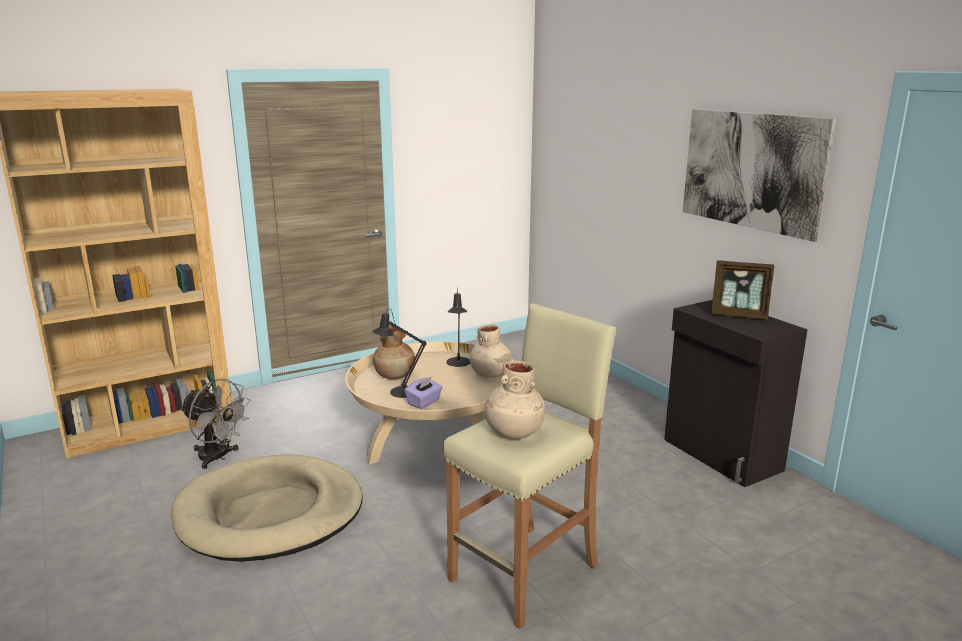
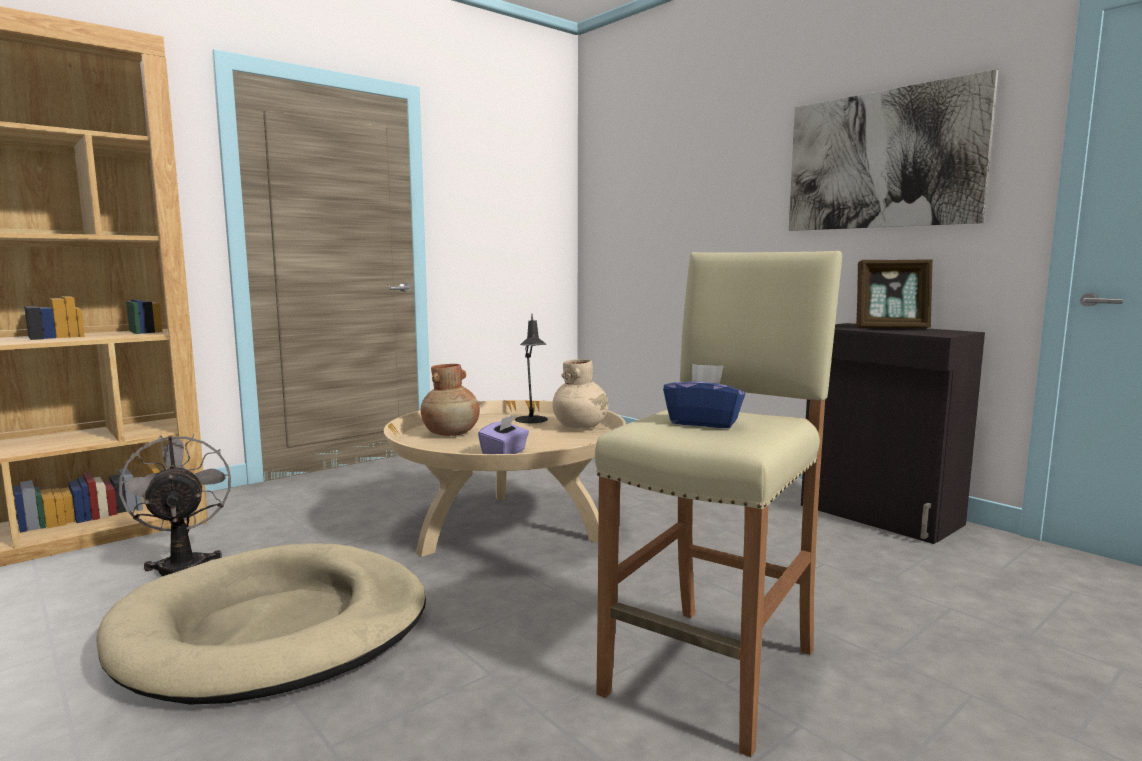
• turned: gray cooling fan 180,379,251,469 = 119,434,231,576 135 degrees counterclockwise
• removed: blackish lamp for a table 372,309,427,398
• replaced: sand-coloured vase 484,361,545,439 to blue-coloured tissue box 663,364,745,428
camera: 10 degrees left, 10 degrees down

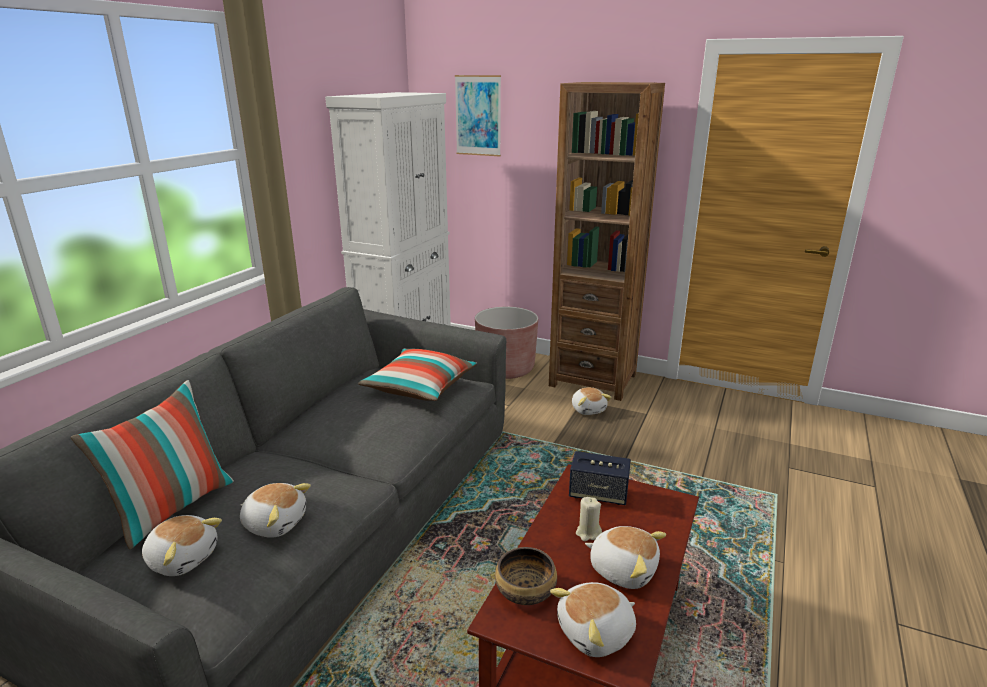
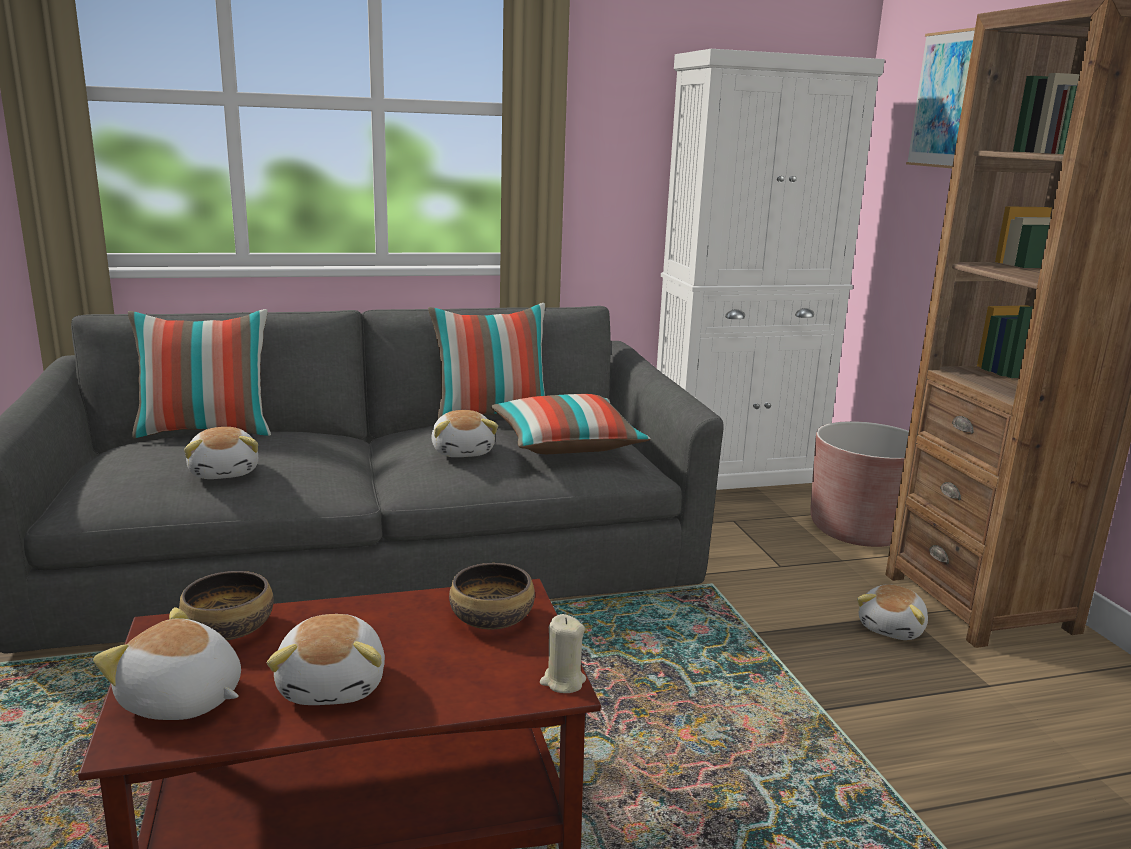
• moved: cuddly toy 142,515,222,576 to 431,410,498,457
• replaced: speaker 569,451,631,505 to bowl 449,563,535,629
• moved: sand-coloured wax candle 576,497,602,541 to 540,614,586,693
• added: cushion 428,303,545,419
camera: 50 degrees right, 5 degrees down

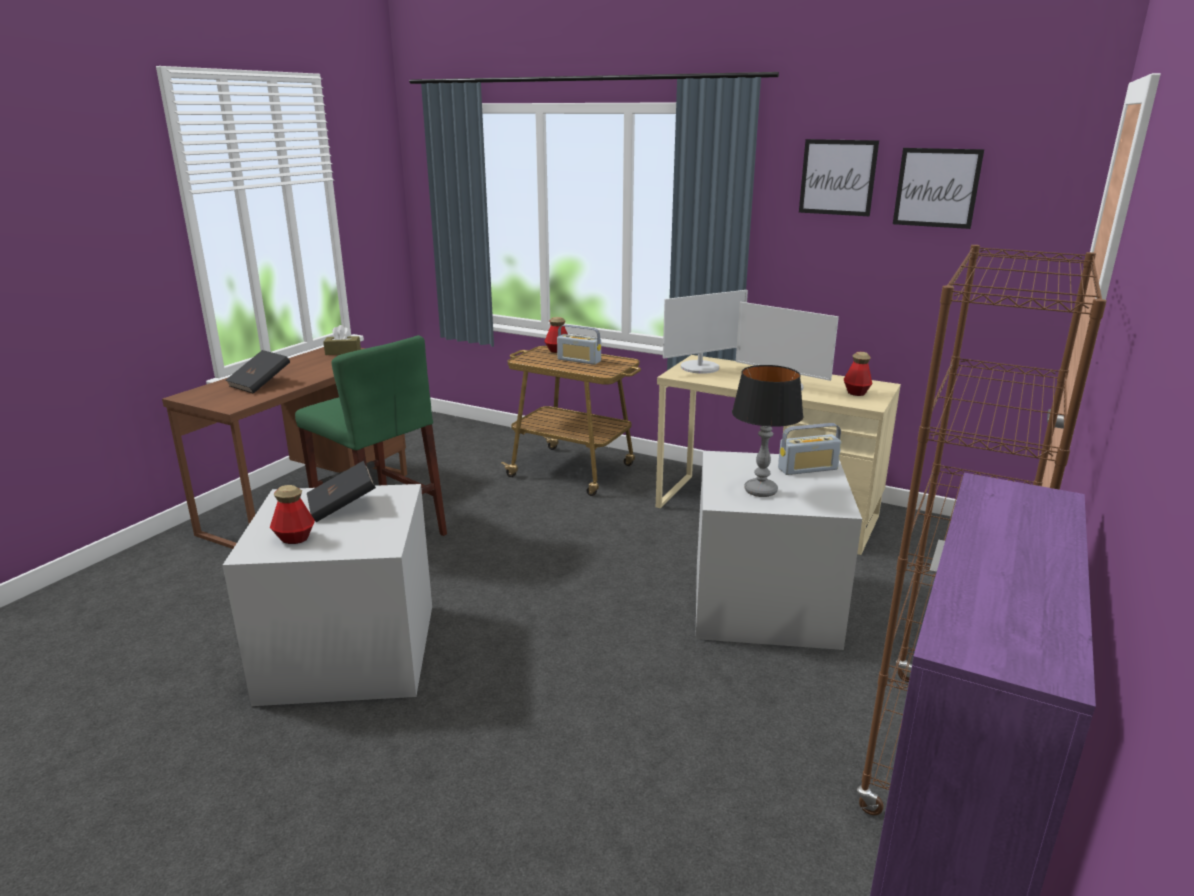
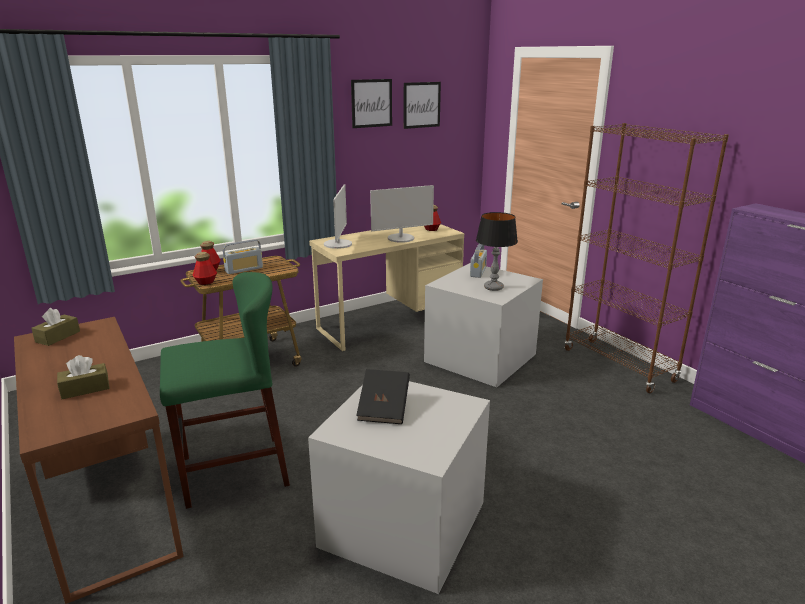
• replaced: blackish volume 225,350,290,394 to brown tissue box 57,355,110,399
• moved: bottle 270,485,315,544 to 192,252,217,285
camera: 60 degrees left, 0 degrees up

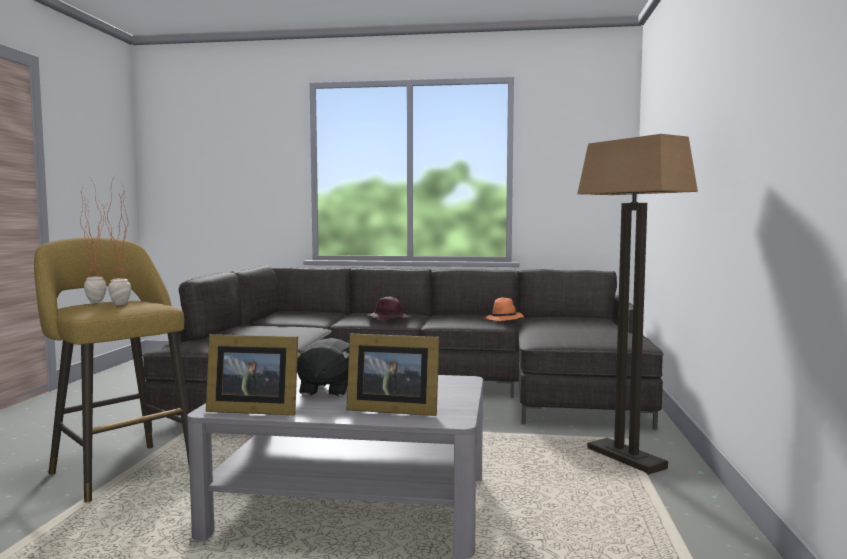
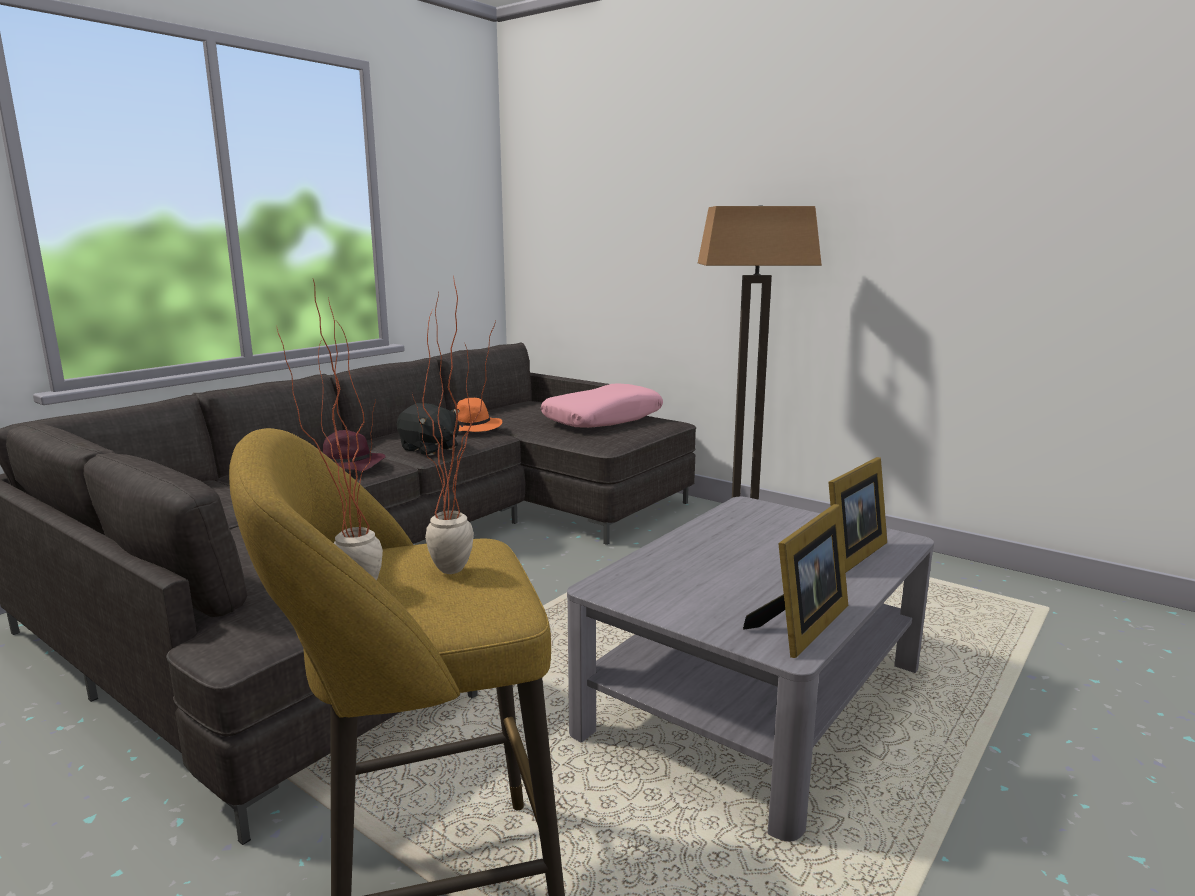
• moved: blackish cuddly toy 297,338,349,397 to 397,403,460,455
• added: pink cushion 541,383,663,428
camera: 60 degrees left, 10 degrees up

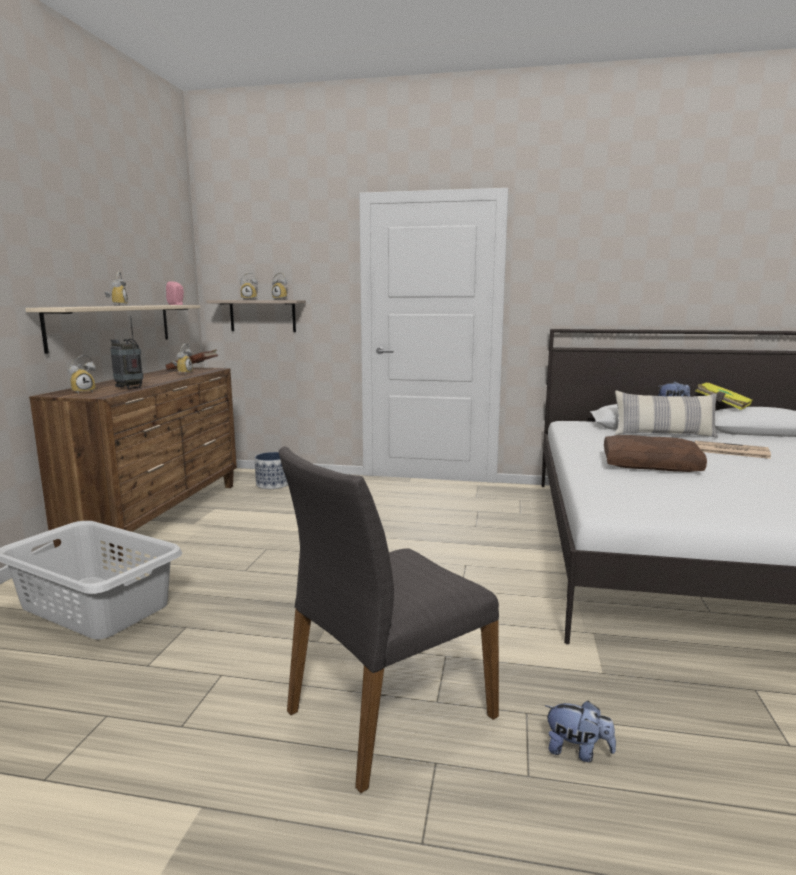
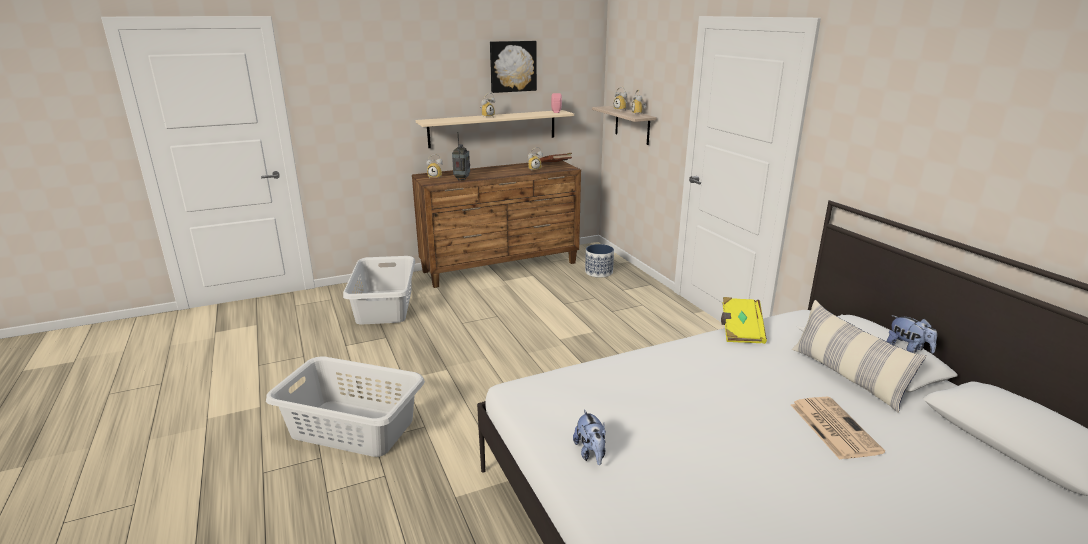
• replaced: gray chair 279,446,499,793 to gray hamper 266,356,425,457
• moved: cuddly toy 545,701,616,762 to 573,409,606,465
• removed: brown cushion 604,435,707,472
• moved: yellowish volume 696,382,752,410 to 721,297,767,344
• added: wall picture 490,41,537,93
camera: 55 degrees right, 10 degrees up

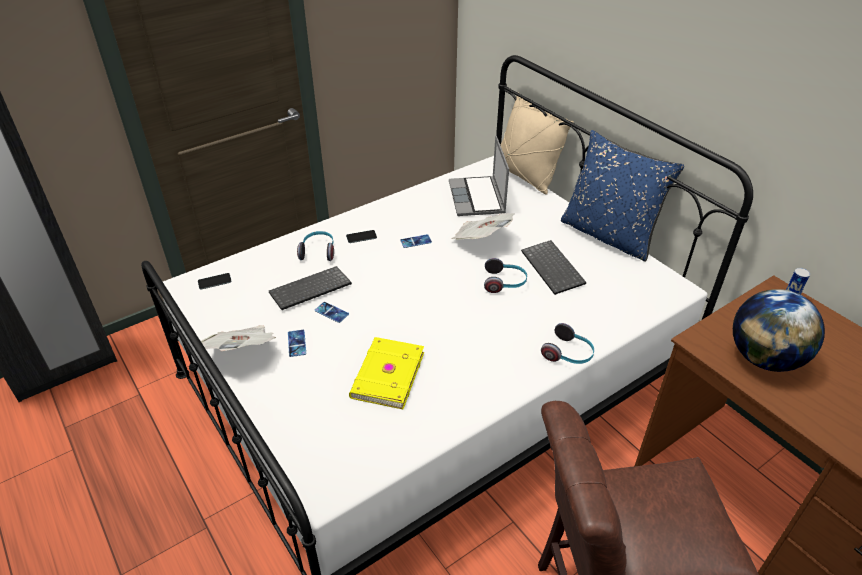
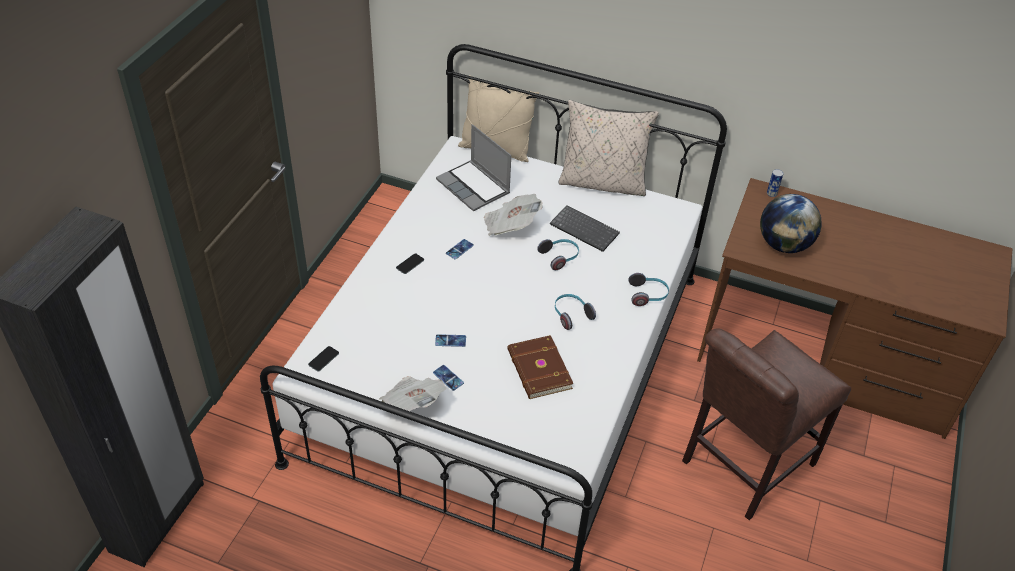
• removed: PC keyboard 269,266,352,310
• moved: headphones 297,231,334,261 to 555,294,596,330
• recoloured: yellowish volume 349,337,424,409 to brown volume 507,335,574,399
• recoloured: blue-coloured cushion 561,130,684,262 to sand-coloured cushion 559,100,659,196
camera: 35 degrees left, 5 degrees up

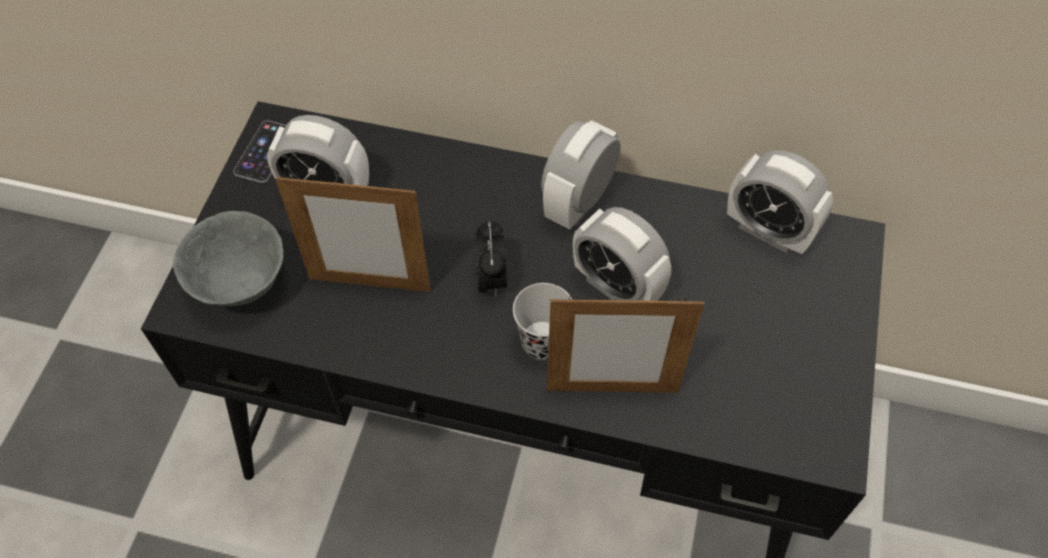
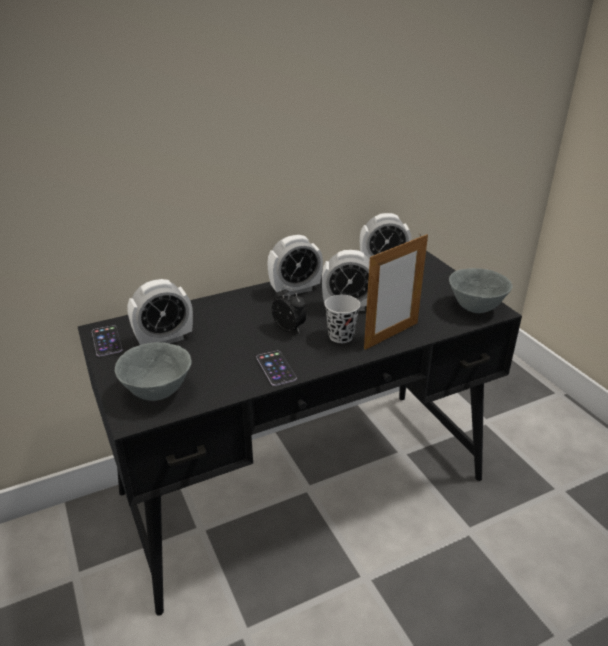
• removed: photo frame 275,174,431,292
• turned: table clock 541,120,621,230 = 267,235,323,296 105 degrees counterclockwise
• added: handset 256,351,297,386
• added: gray bowl 449,268,513,313
camera: 40 degrees left, 25 degrees down

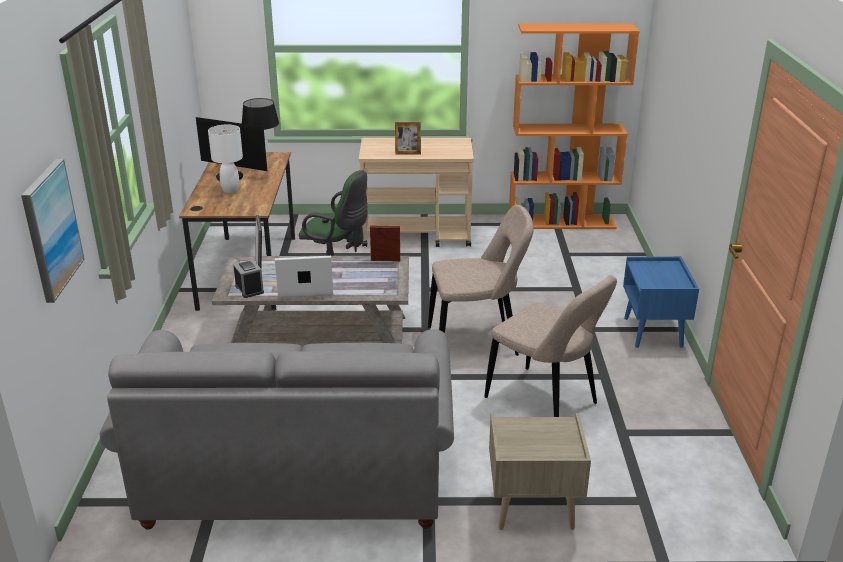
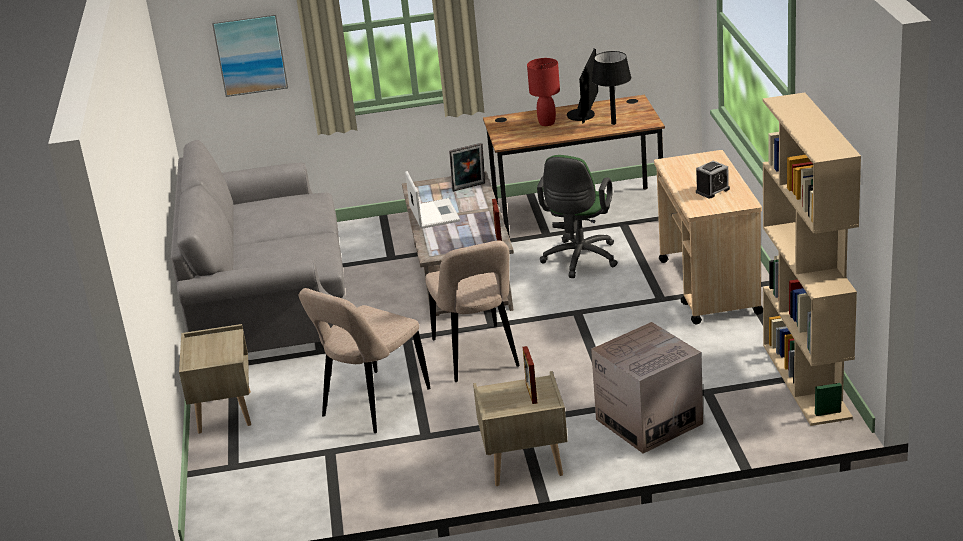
• recoloured: white-coloured lamp for a table 208,124,243,193 to red lamp for a table 527,58,560,126
• moved: table clock 233,260,264,298 to 696,160,730,199
• moved: photo frame 395,122,421,155 to 523,346,537,404
• recoloured: orange-coloured bookshelf 509,23,640,229 to sand-coloured bookshelf 763,93,861,426
• recoloured: blue-coloured bedside table 623,256,699,348 to sand-coloured bedside table 473,371,568,486
• added: cardboard box 591,322,703,454
camera: 85 degrees right, 0 degrees up

